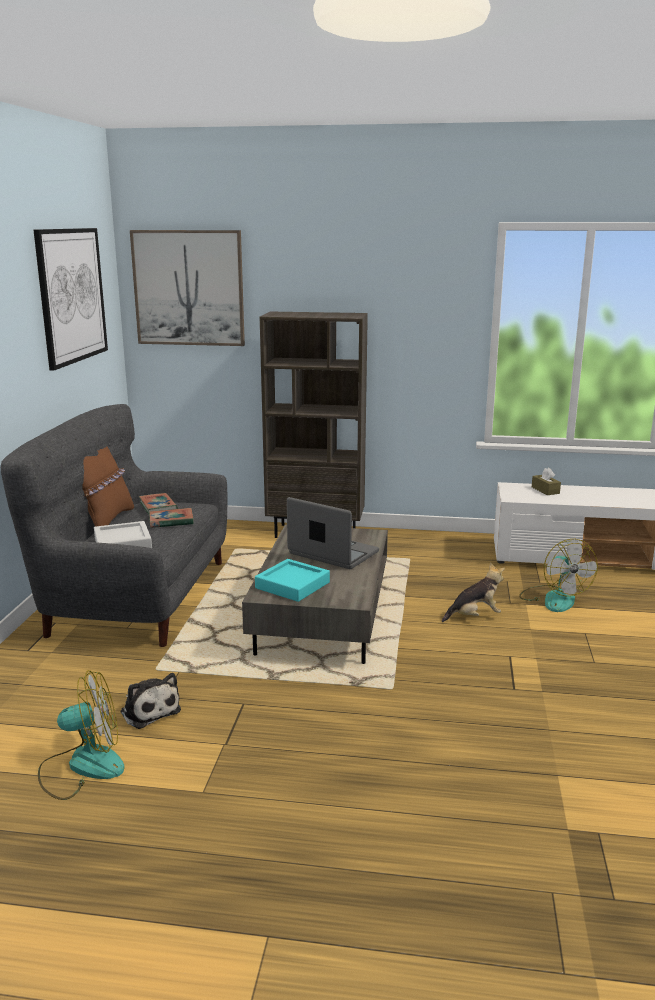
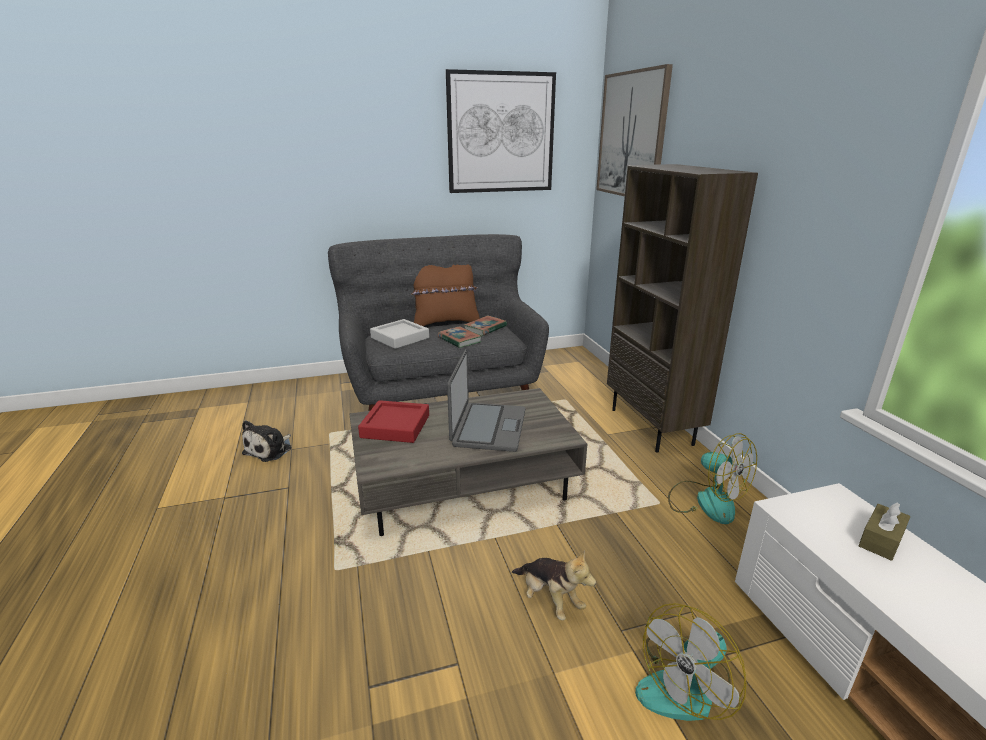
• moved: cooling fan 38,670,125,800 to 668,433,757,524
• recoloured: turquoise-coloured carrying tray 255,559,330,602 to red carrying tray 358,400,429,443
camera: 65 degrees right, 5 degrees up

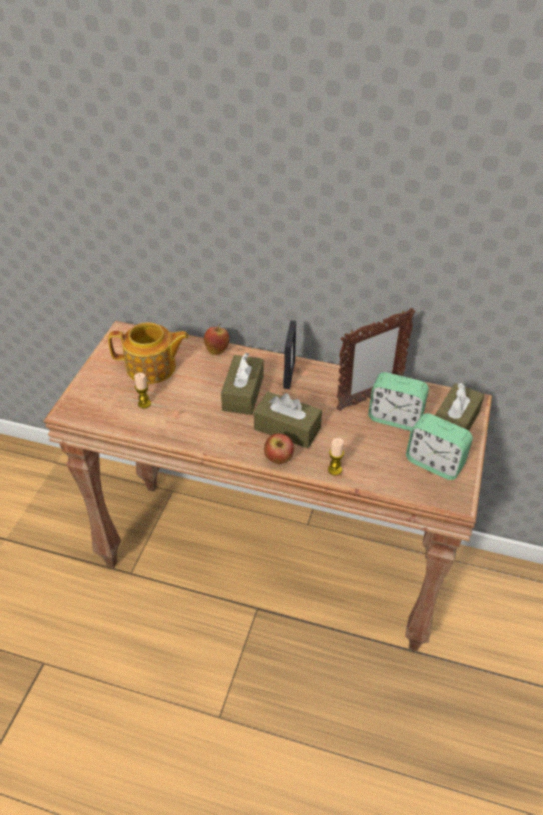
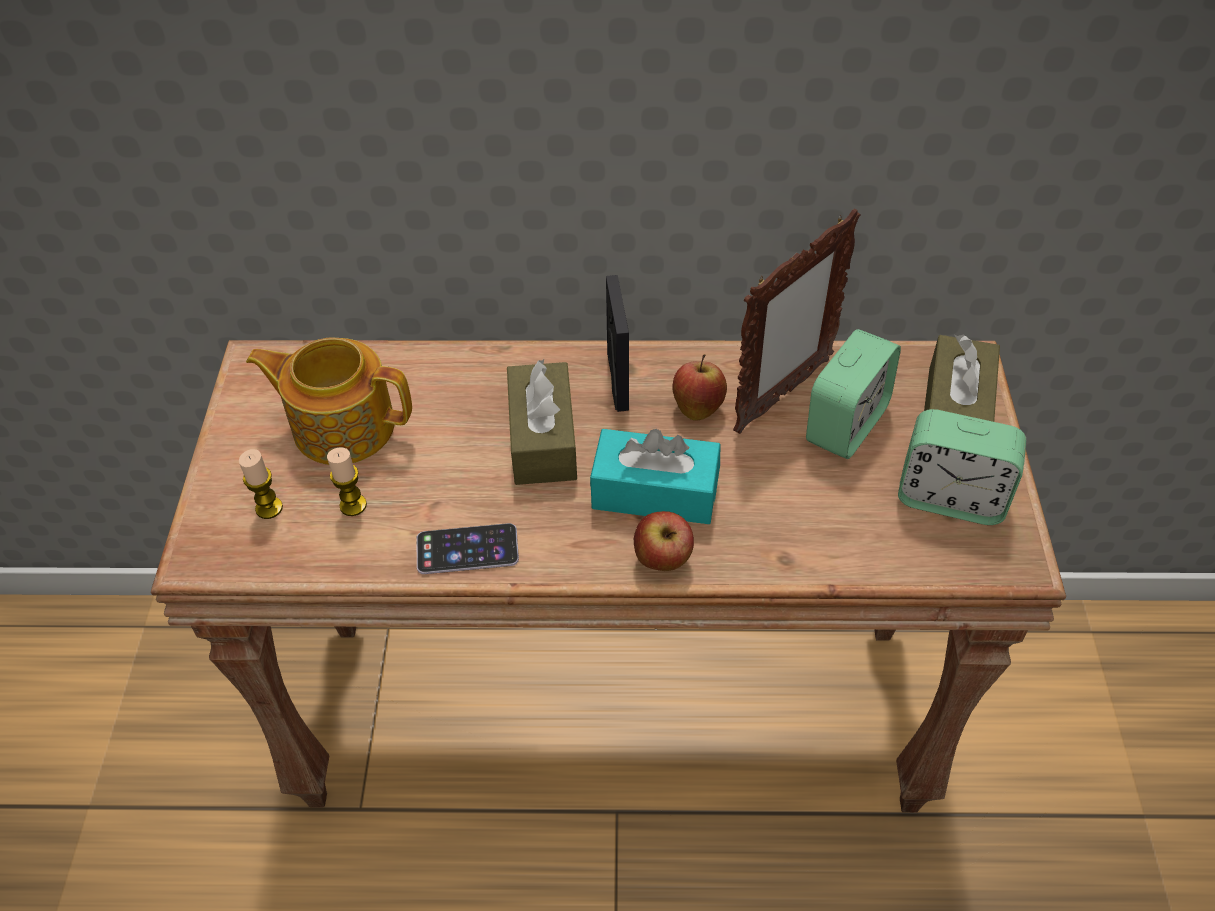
• turned: pot for tea 108,322,189,384 = 246,338,412,465 150 degrees counterclockwise
• moved: apple fruit 204,323,229,355 to 672,354,727,421
• recoloured: brown tissue box 254,392,322,448 to turquoise-coloured tissue box 590,429,720,524
• moved: wax candle 328,438,344,475 to 239,449,283,519
• turned: table clock 368,372,429,431 = 806,329,901,459 60 degrees counterclockwise
• added: handset 417,523,519,574
camera: 15 degrees left, 5 degrees up

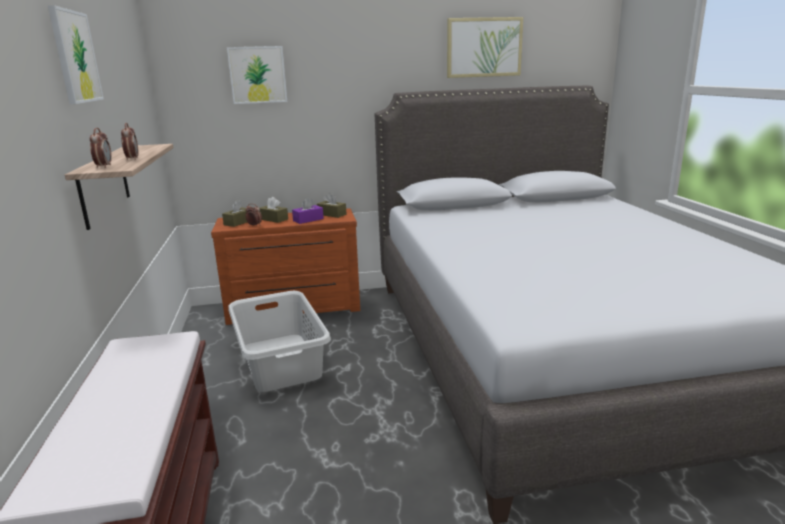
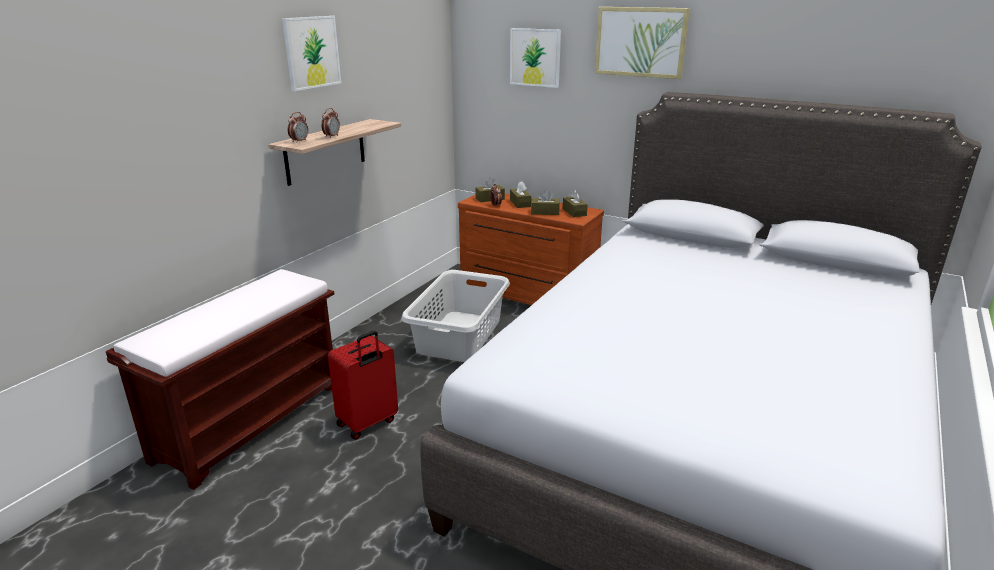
• recoloured: purplish tissue box 292,197,324,224 to brown tissue box 531,190,560,215
• moved: wall picture 447,17,523,78 to 595,7,690,79
• added: red suitcase 328,331,398,440
camera: 40 degrees right, 5 degrees up

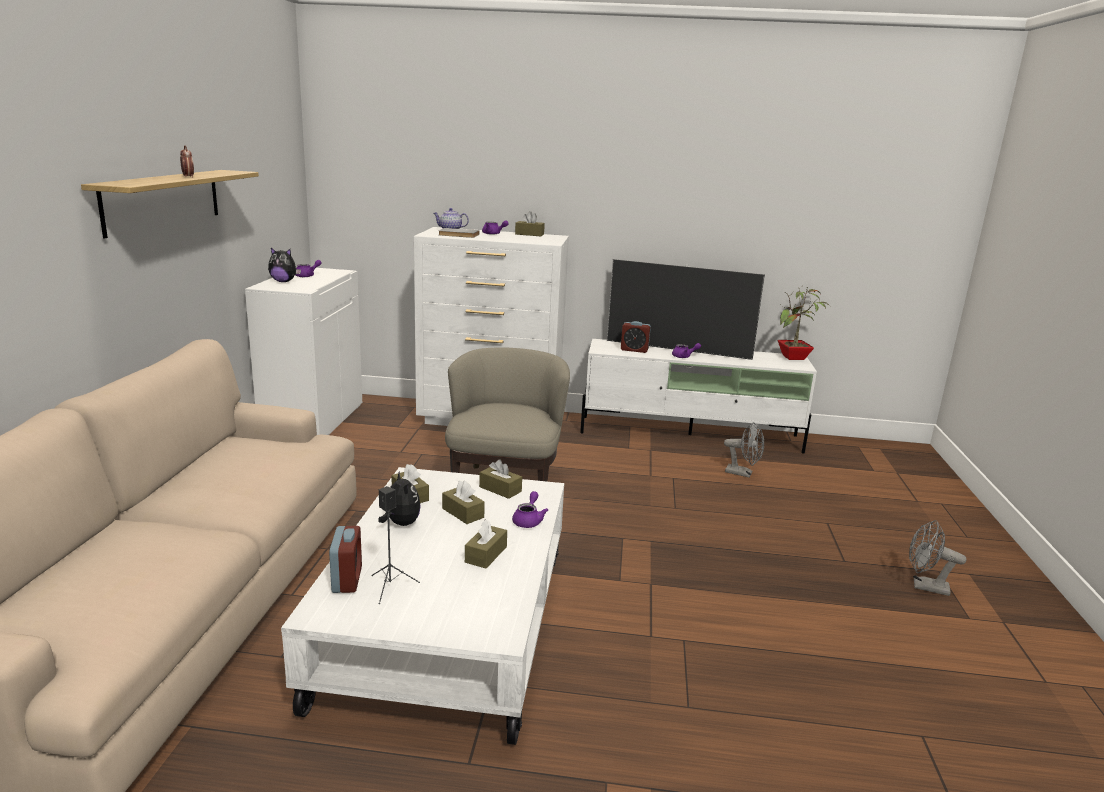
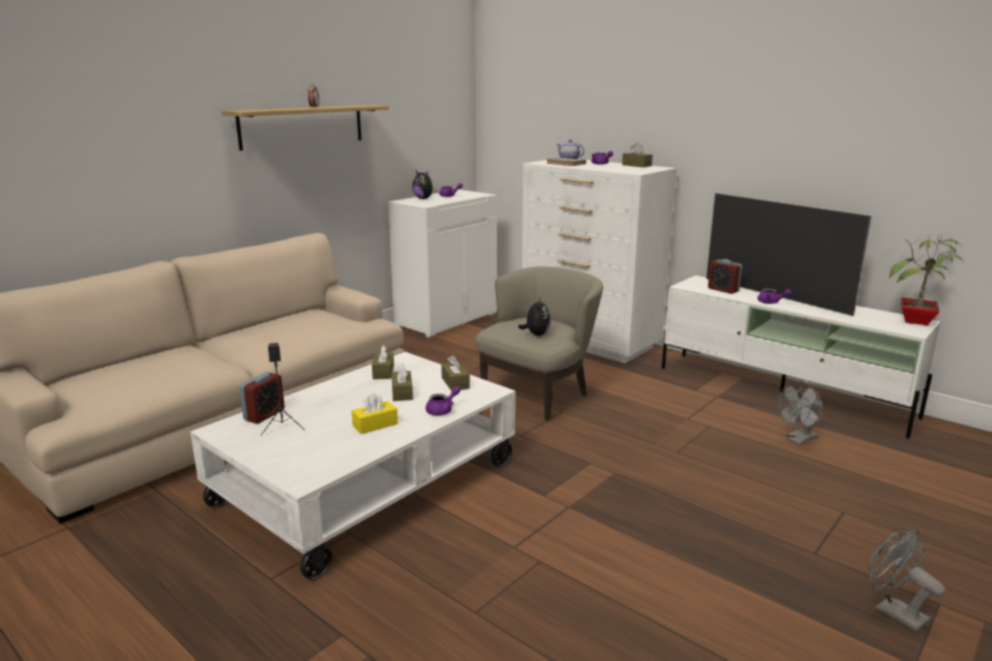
• moved: cuddly toy 378,471,421,526 to 518,297,551,336
• recoloured: brown tissue box 465,519,507,568 to yellowish tissue box 352,393,398,434
• turned: gray cooling fan 724,422,764,478 = 778,382,823,445 90 degrees clockwise
camera: 35 degrees right, 0 degrees up

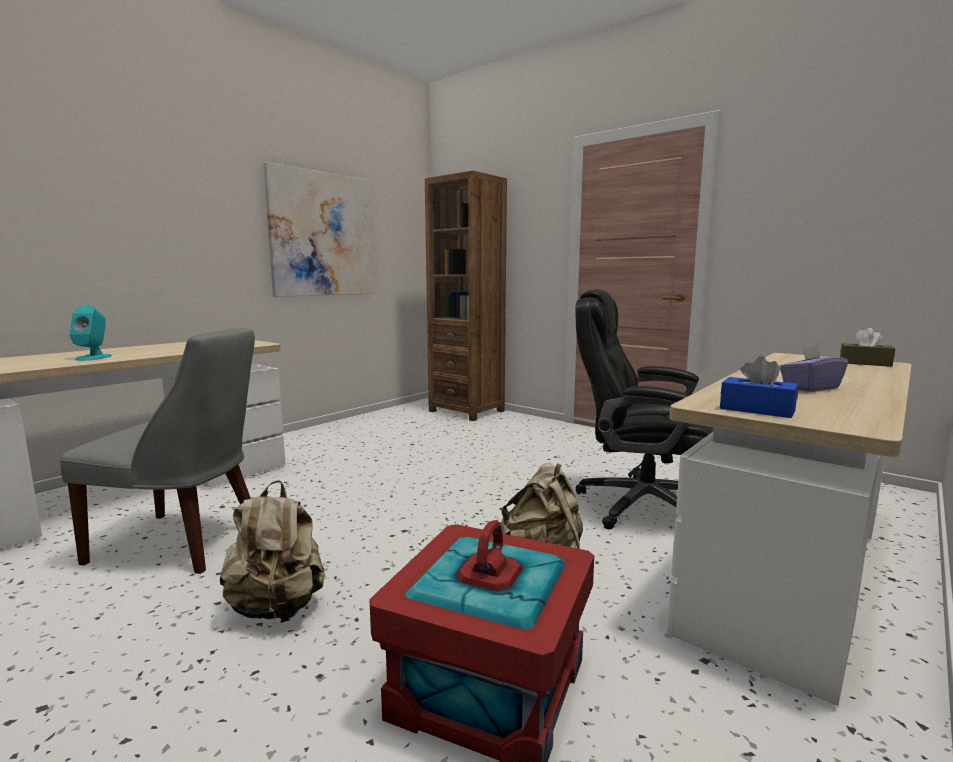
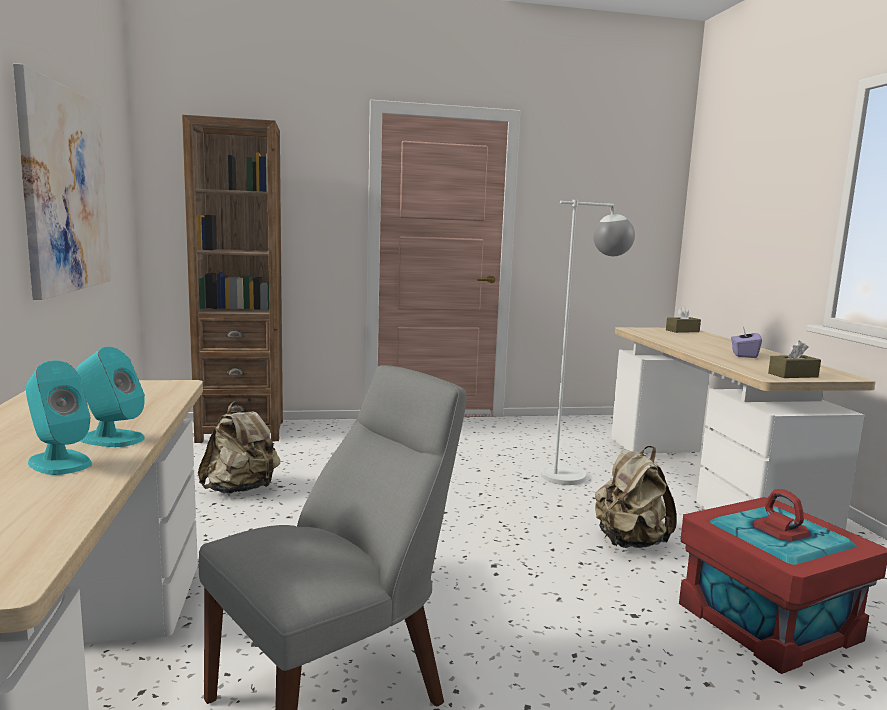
• moved: sand-coloured rucksack 220,480,325,623 to 198,402,280,494
• replaced: blackish computer chair 575,289,713,529 to white-coloured standard lamp 541,200,635,485
• recoloured: blue-coloured tissue box 720,356,798,418 to brown tissue box 768,341,821,378
• added: turquoise-coloured speaker 76,347,145,447
camera: 50 degrees left, 0 degrees up

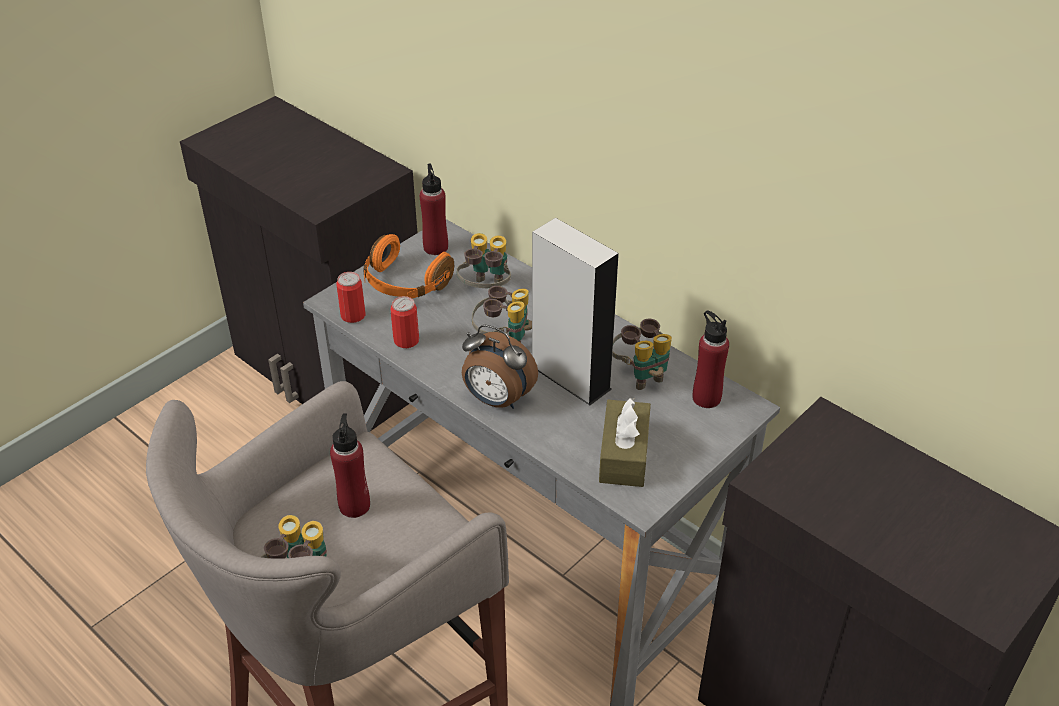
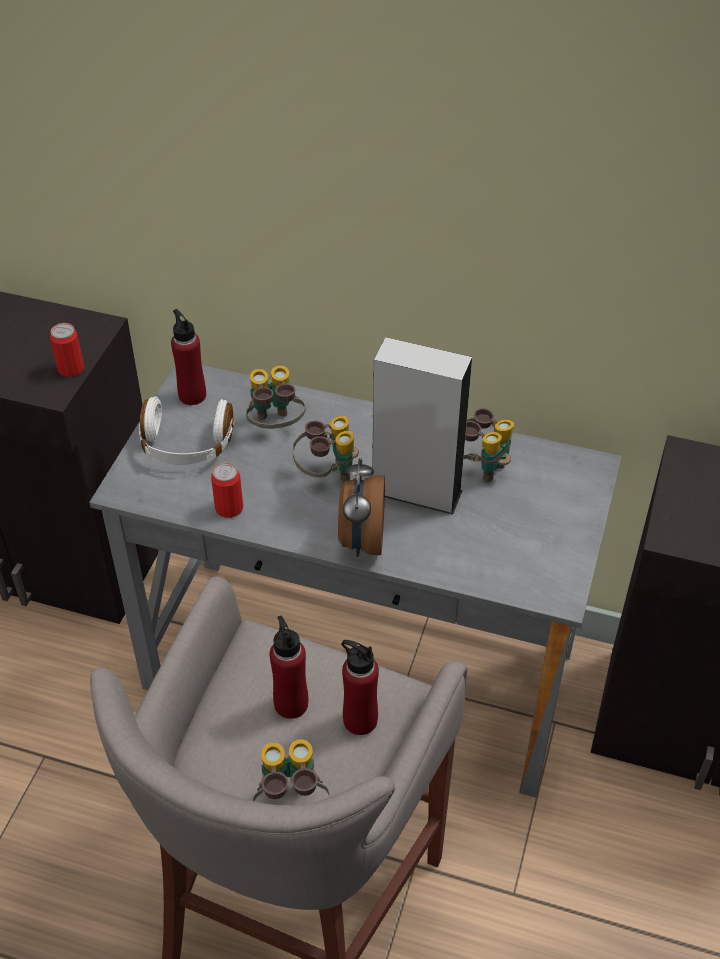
• moved: can 336,272,366,323 to 50,323,84,377
• recoloured: orange-coloured headphones 363,234,454,298 to white-coloured headphones 139,396,235,465
• turned: table clock 462,325,538,409 = 338,458,385,557 90 degrees clockwise
• removed: brown tissue box 599,398,651,487
• moved: red bottle 693,311,729,408 to 341,640,379,735
camera: 25 degrees left, 5 degrees up

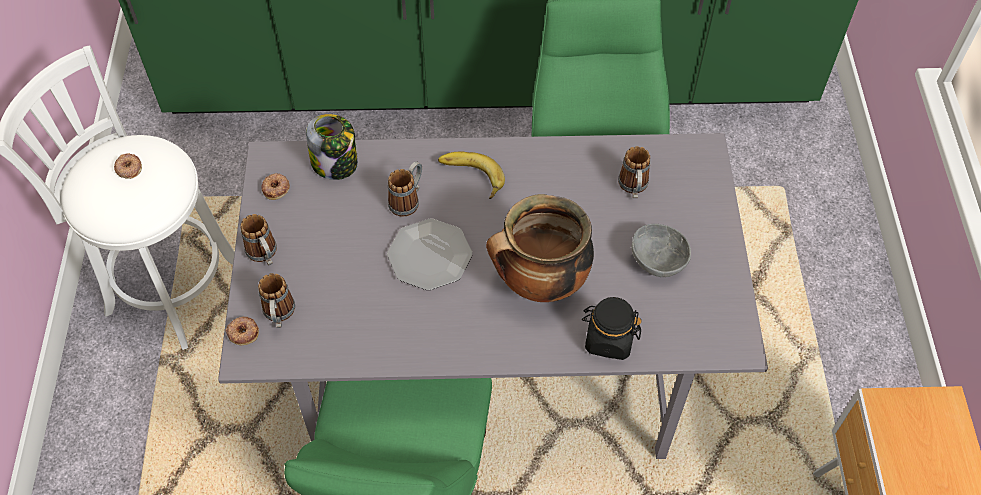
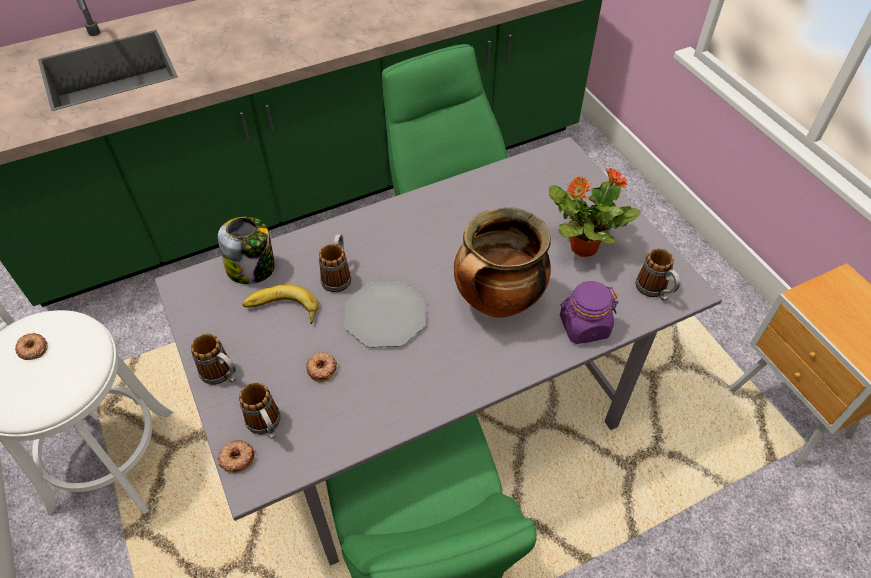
• moved: ring doughnut 261,173,290,200 to 306,352,337,382
• moved: banana fruit 438,152,505,199 to 242,284,319,324
• recoloured: blackish preserve jar 582,297,642,360 to purplish preserve jar 560,281,618,344
• moved: coffee mug 618,146,651,198 to 636,248,680,301
• replaced: gray bowl 632,224,691,277 to potted plant 549,167,641,257
camera: 25 degrees left, 5 degrees down

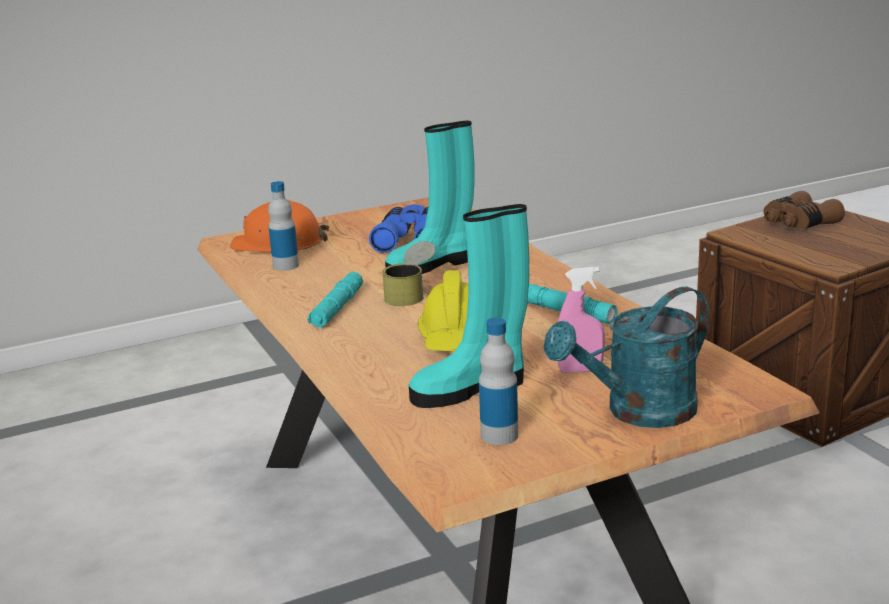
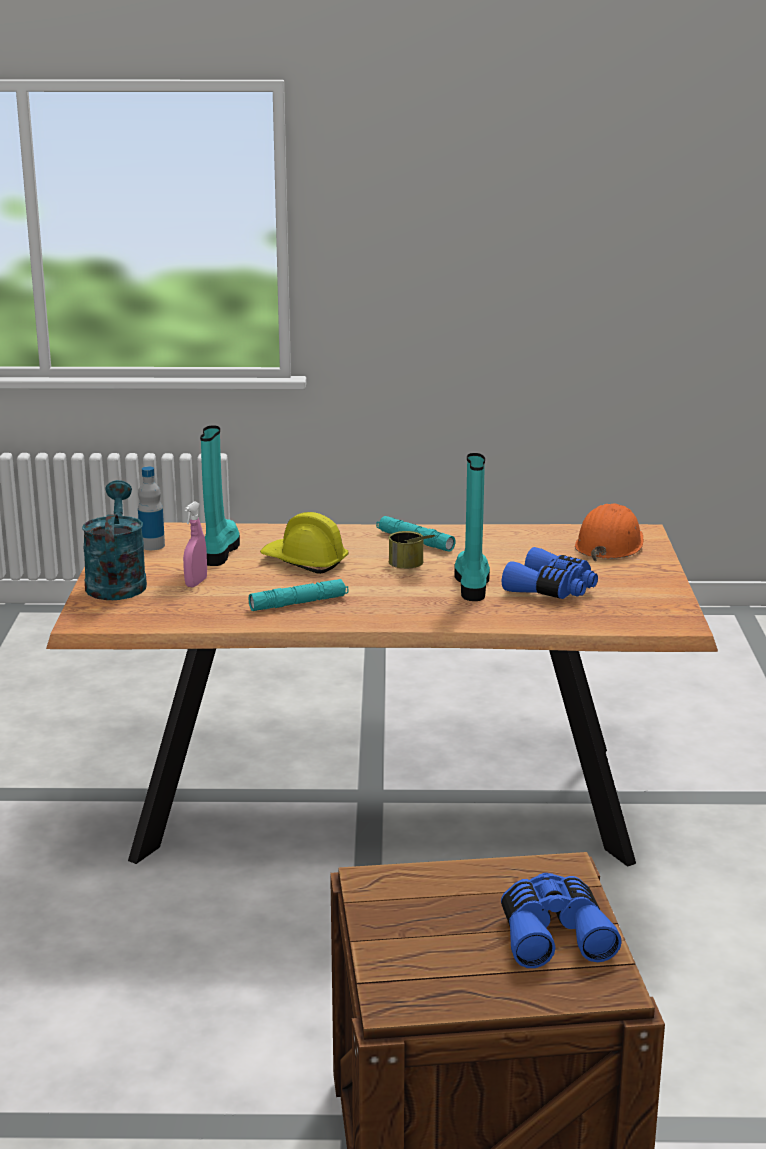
• removed: bottle 268,181,299,271
• recoloured: brown pair of binoculars 763,191,845,229 to blue-coloured pair of binoculars 501,873,622,968
camera: 115 degrees right, 0 degrees up

